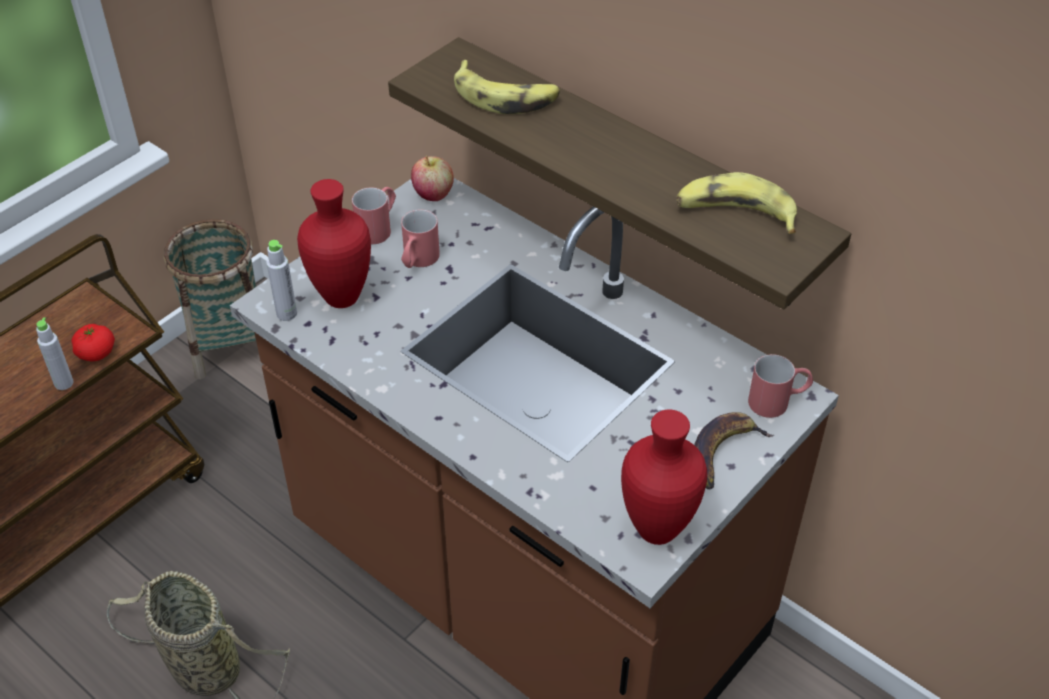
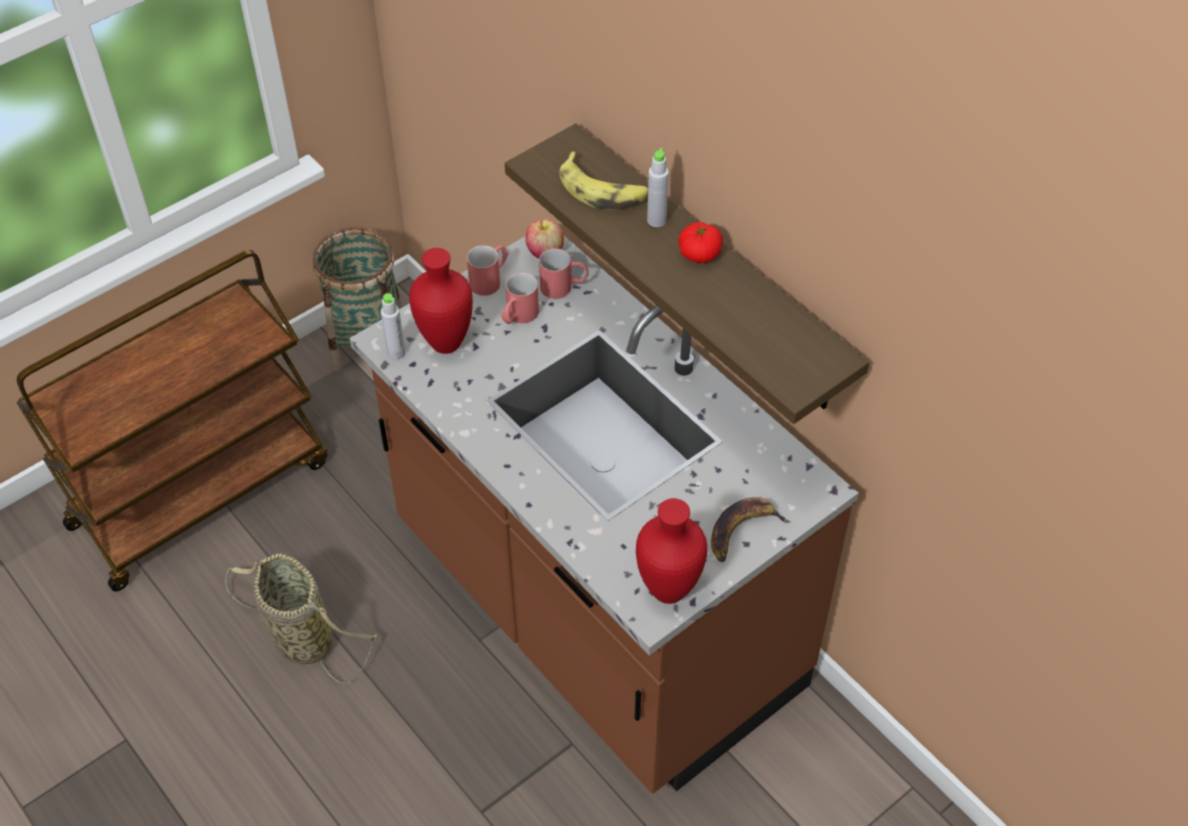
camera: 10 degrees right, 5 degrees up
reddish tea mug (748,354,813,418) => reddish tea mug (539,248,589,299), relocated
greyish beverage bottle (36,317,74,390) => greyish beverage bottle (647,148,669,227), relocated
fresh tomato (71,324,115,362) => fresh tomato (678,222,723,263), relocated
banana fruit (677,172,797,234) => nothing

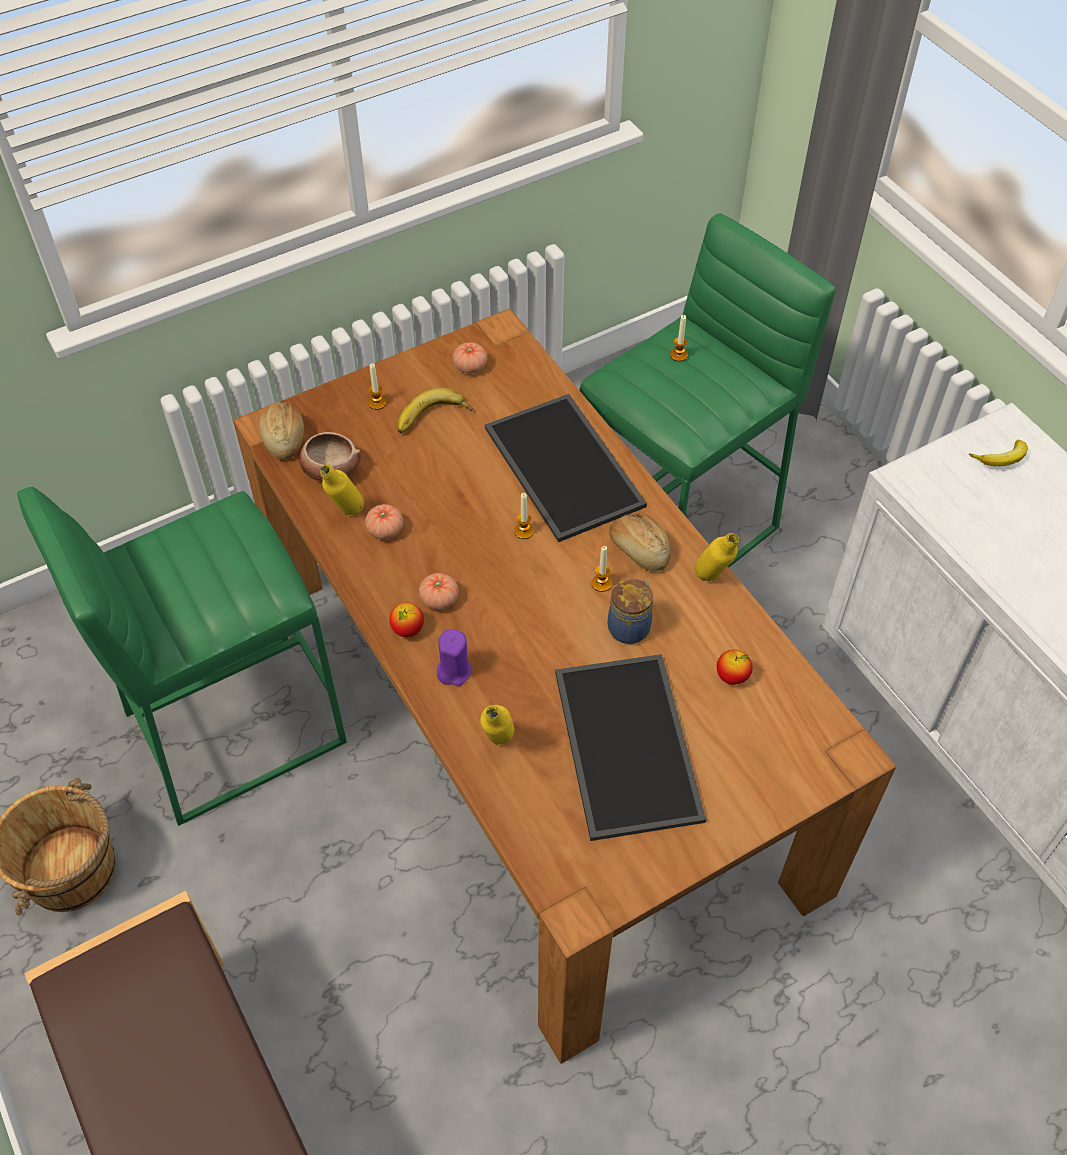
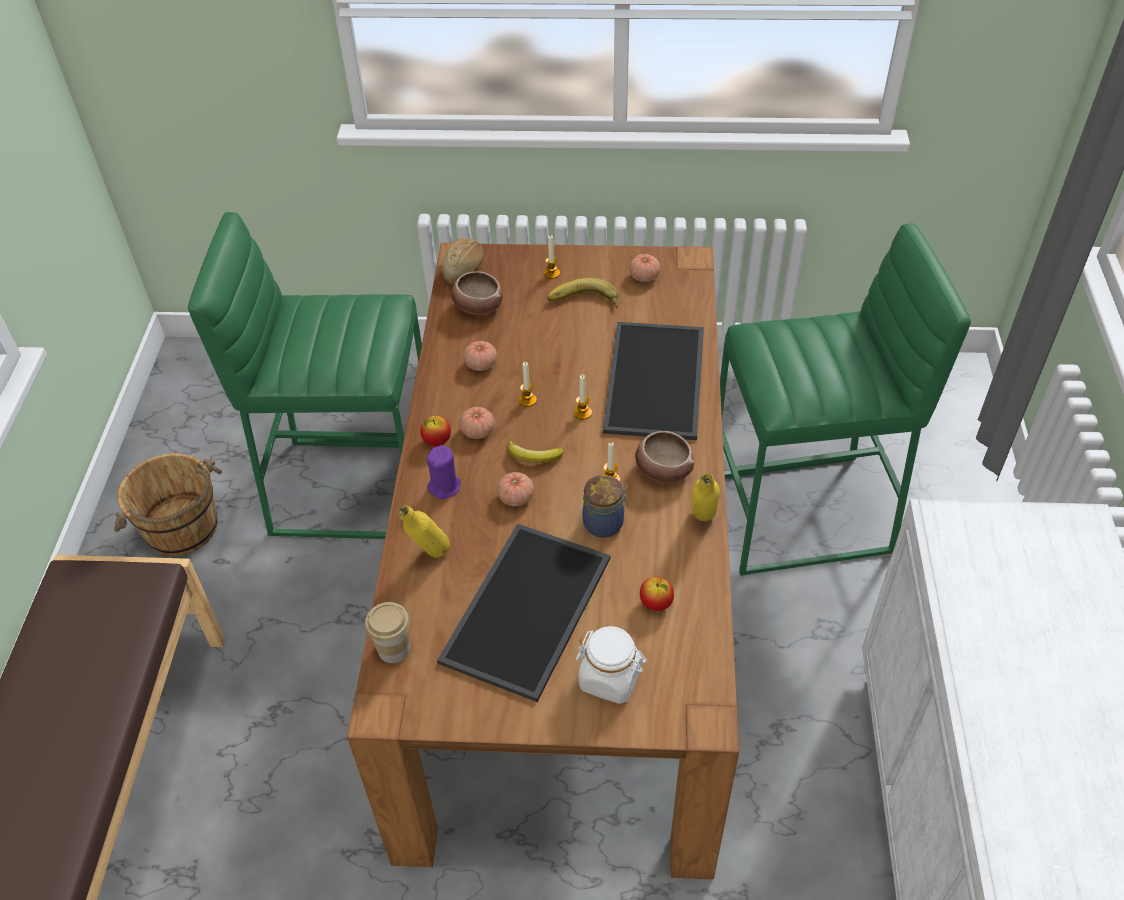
camera: 35 degrees right, 5 degrees down
nothing => cup (365,602,410,663)
nothing => fresh tomato (497,472,534,506)
banana fruit (969,440,1028,466) => banana fruit (508,440,564,463), relocated
wax light (670,315,688,362) => wax light (519,362,537,407), relocated
nothing => whitish storage jar (576,626,647,704)
bakery bread (609,513,671,572) => bowl (635,431,694,483)
yellowish beverage bottle (320,464,364,516) => nothing

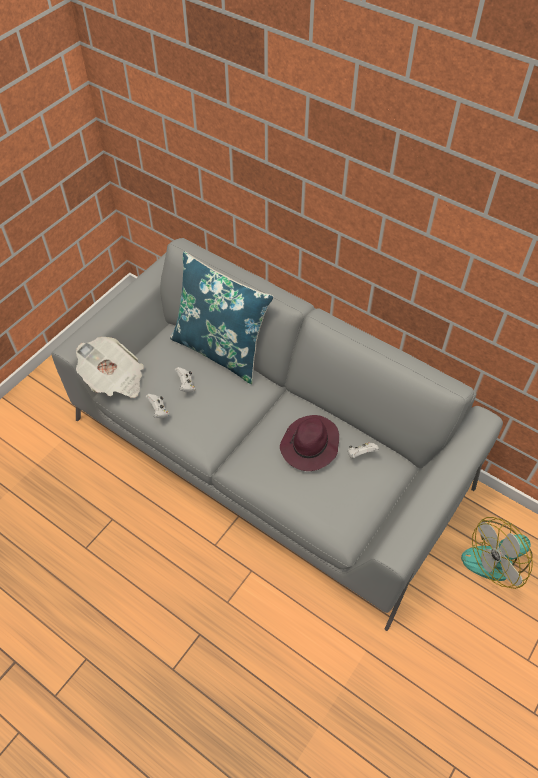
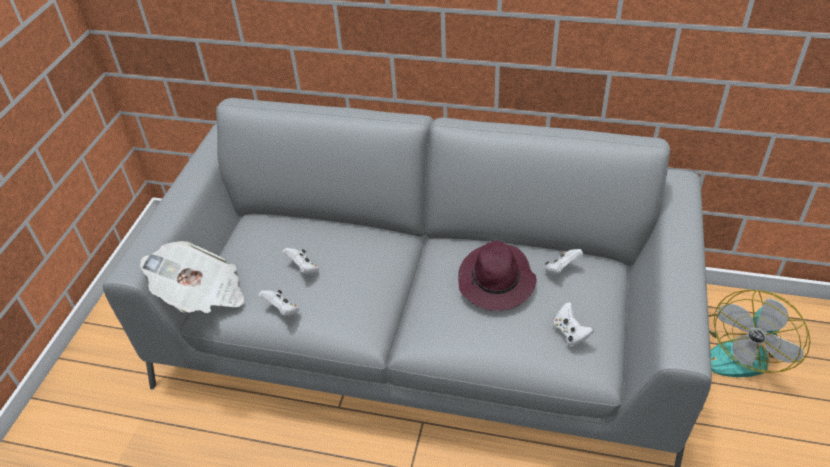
camera: 20 degrees left, 10 degrees down
nothing => whitish gamepad (553,302,594,346)
bluish throw pillow (170,251,274,384) => nothing

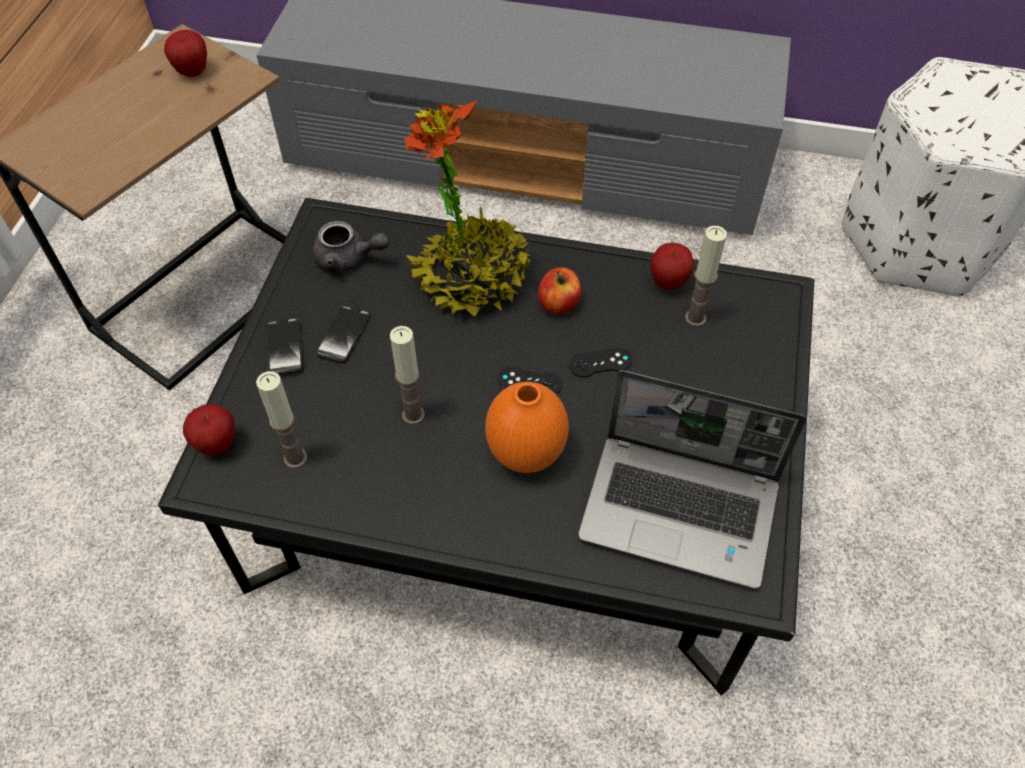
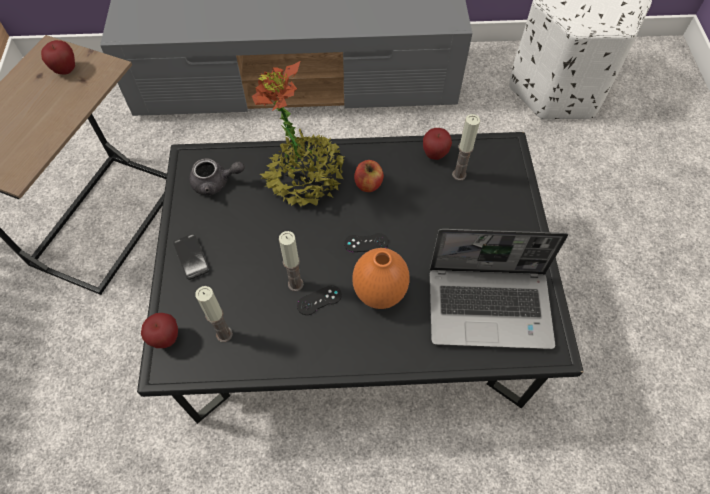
camera: 15 degrees left, 5 degrees up
black-coloured gamepad (569,348,633,377) => black-coloured gamepad (297,285,342,315), relocated
phone (316,305,371,364) => nothing

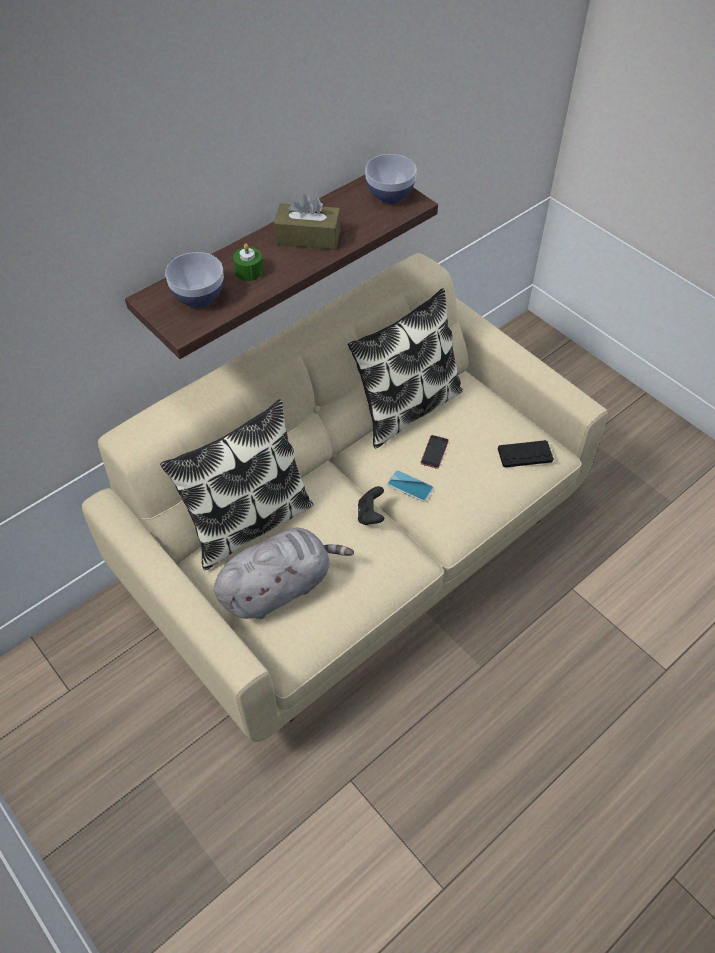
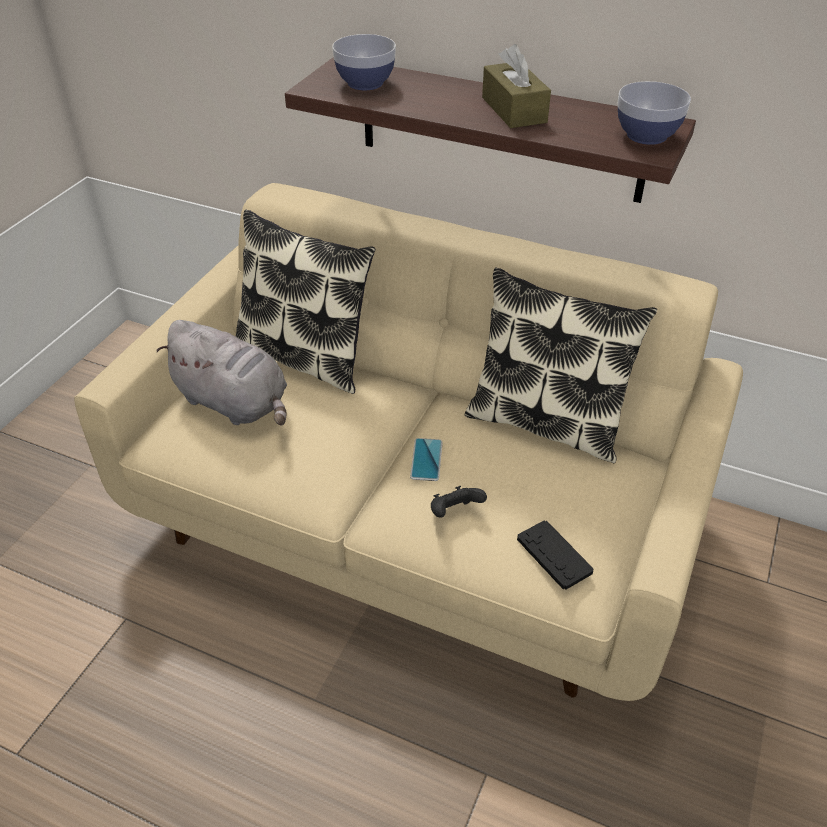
camera: 65 degrees right, 10 degrees down
black-coloured gamepad (358,486,384,525) => black-coloured gamepad (431,486,487,518), relocated
green-coloured wax light (233,243,264,281) => nothing
phone (420,435,449,469) => nothing

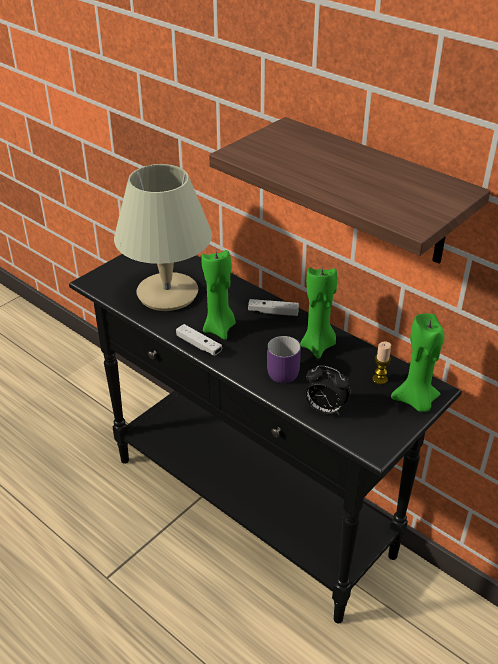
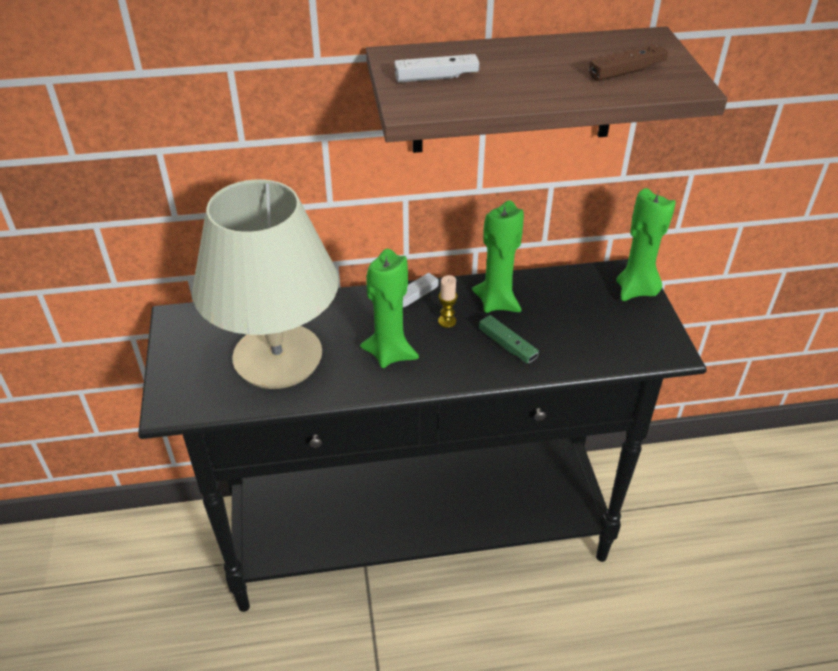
camera: 50 degrees left, 5 degrees up
whitish gamepad (176,324,222,356) => whitish gamepad (394,54,479,82), relocated
wax light (372,342,391,385) => wax light (438,275,458,328), relocated
purple tea mug (267,336,301,383) => green-coloured gamepad (479,315,539,364)
nothing => brownish gamepad (589,44,668,81)
bedside clock (306,365,351,415) => nothing

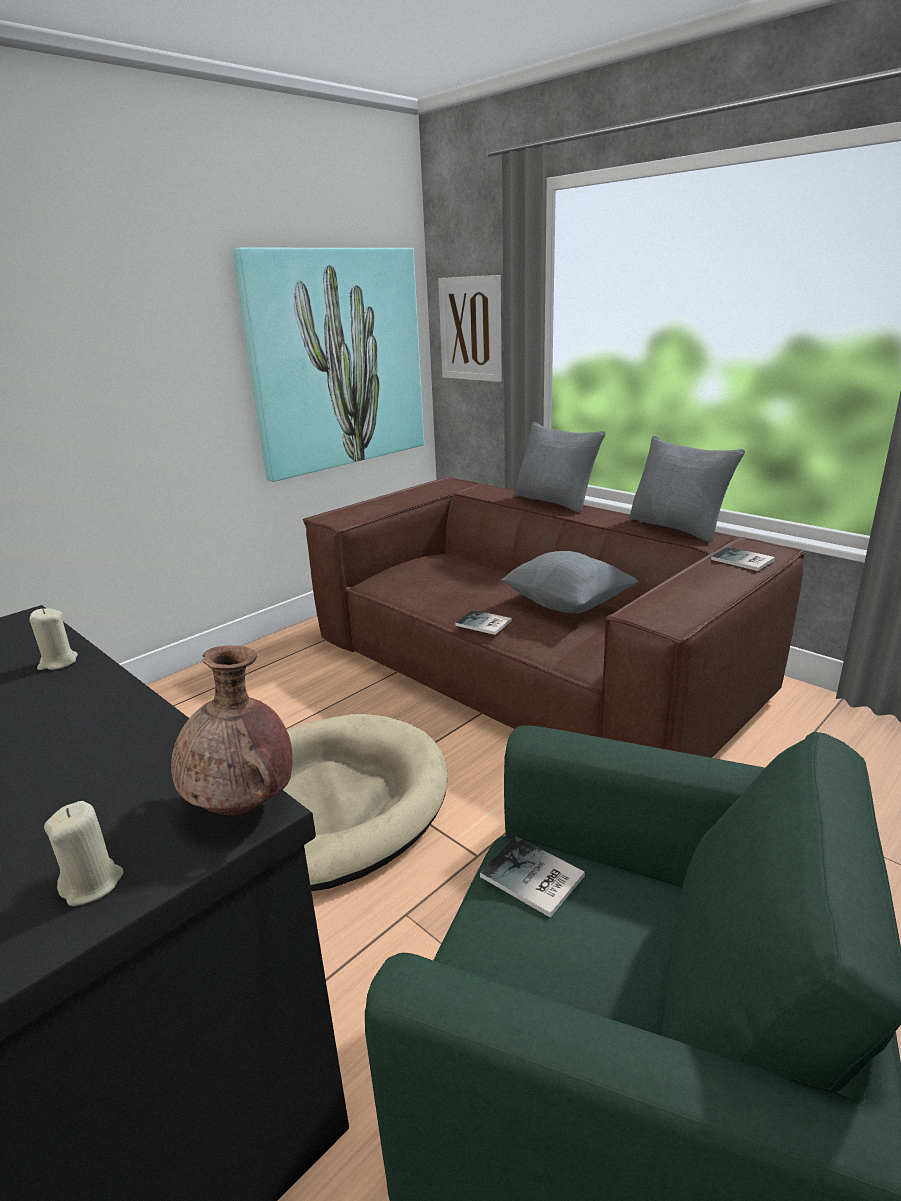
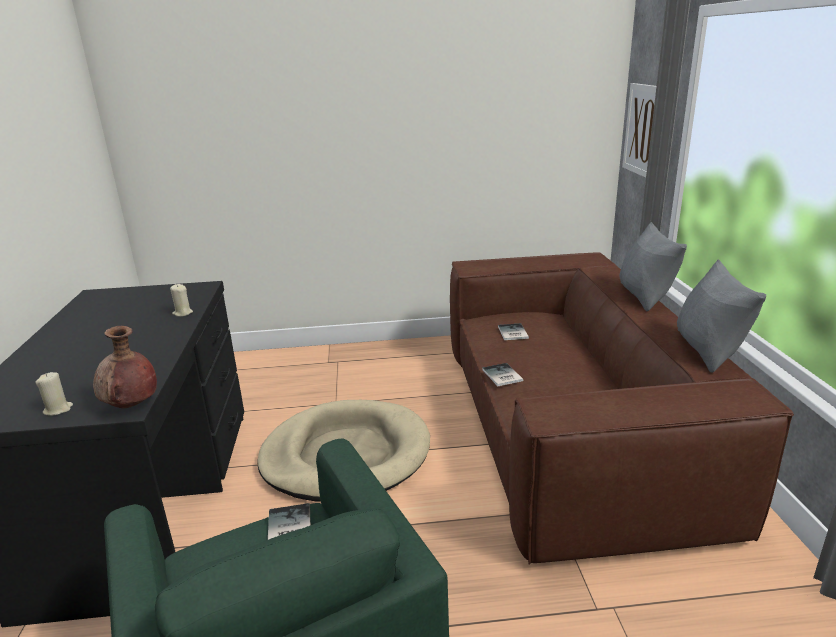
camera: 40 degrees right, 0 degrees up
bound book (711,547,775,571) => bound book (498,323,529,340), relocated
picture (232,248,424,482) => nothing
greyish throw pillow (501,551,639,613) => nothing

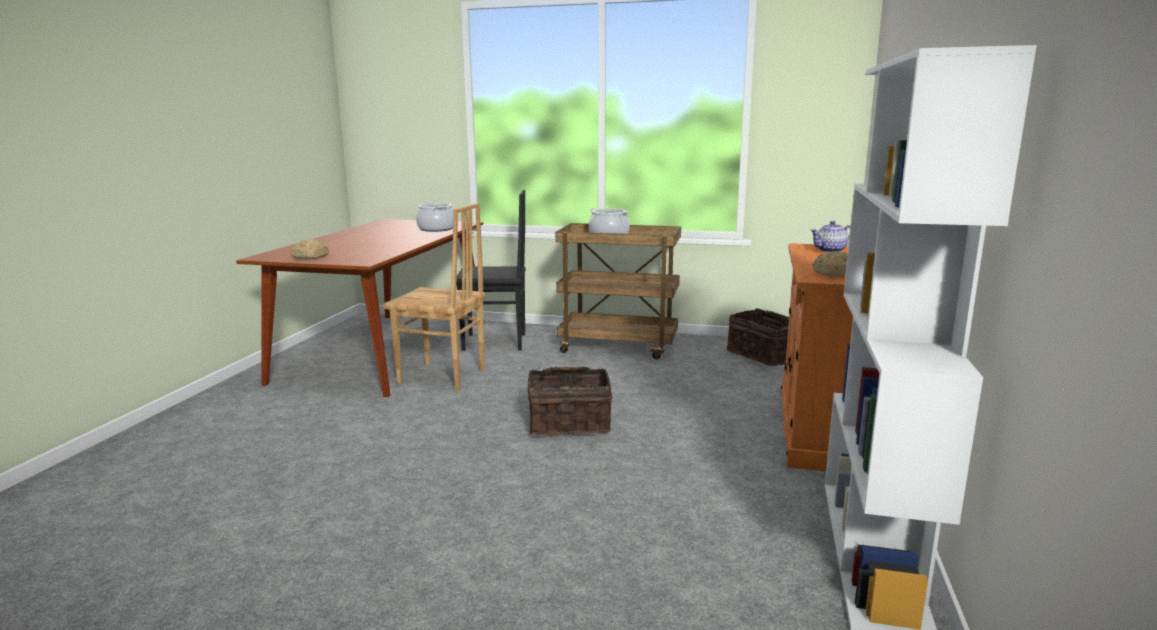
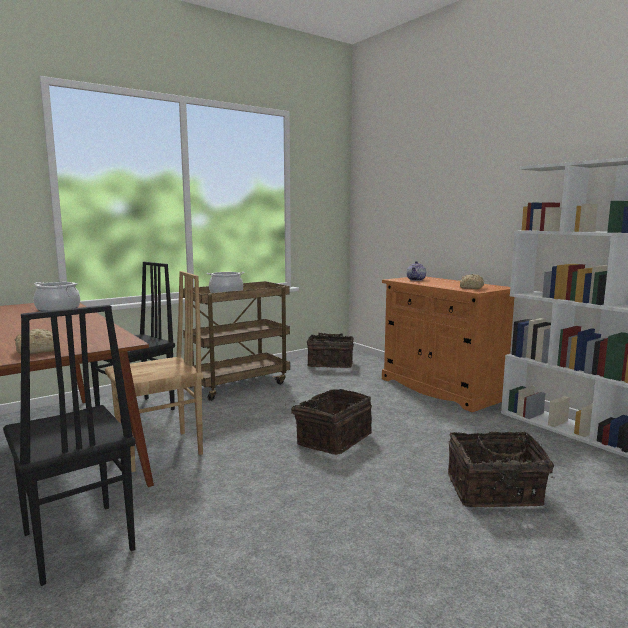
camera: 50 degrees left, 5 degrees down
nothing => black-coloured chair (3,305,135,586)
nothing => storage basket (448,431,555,507)

